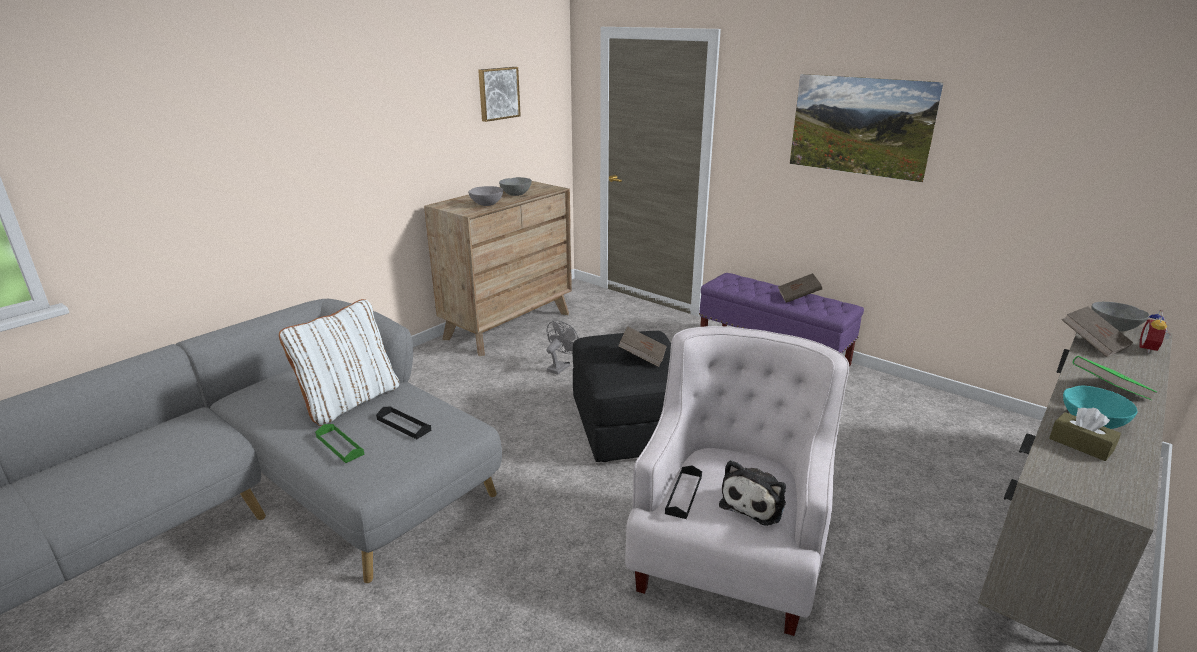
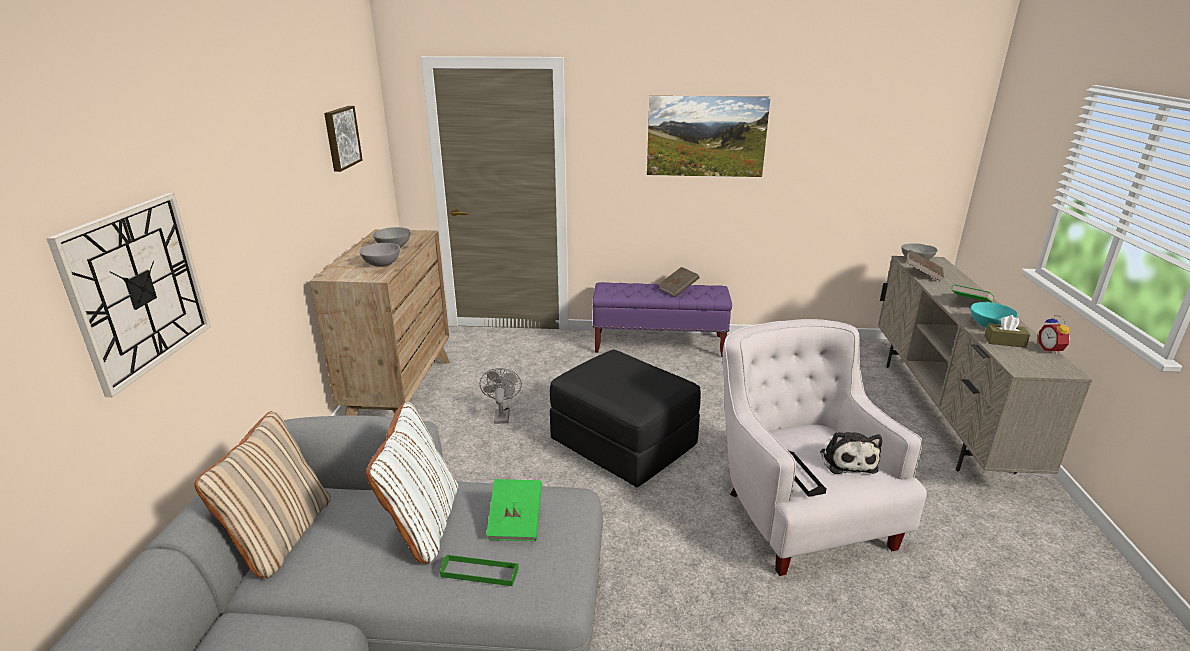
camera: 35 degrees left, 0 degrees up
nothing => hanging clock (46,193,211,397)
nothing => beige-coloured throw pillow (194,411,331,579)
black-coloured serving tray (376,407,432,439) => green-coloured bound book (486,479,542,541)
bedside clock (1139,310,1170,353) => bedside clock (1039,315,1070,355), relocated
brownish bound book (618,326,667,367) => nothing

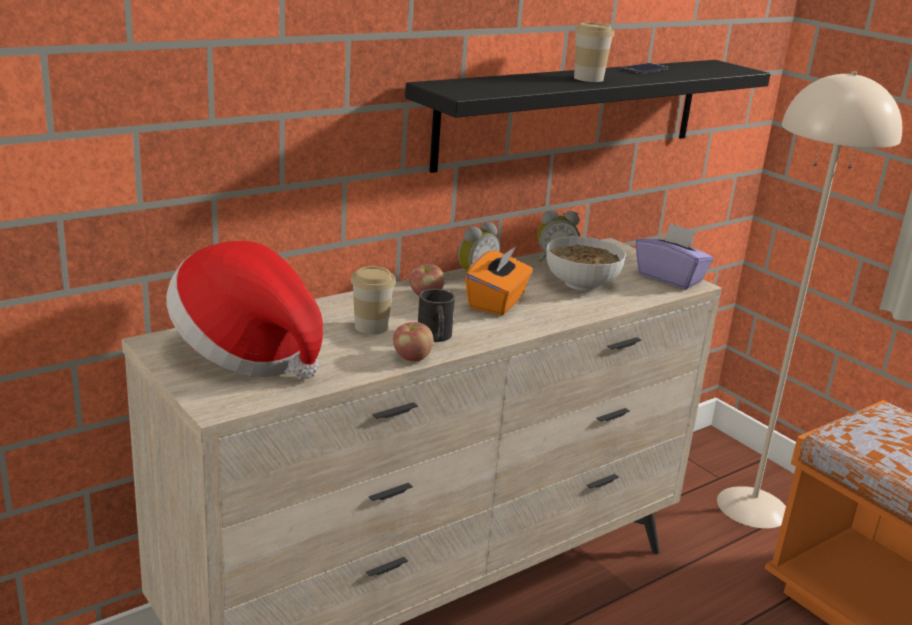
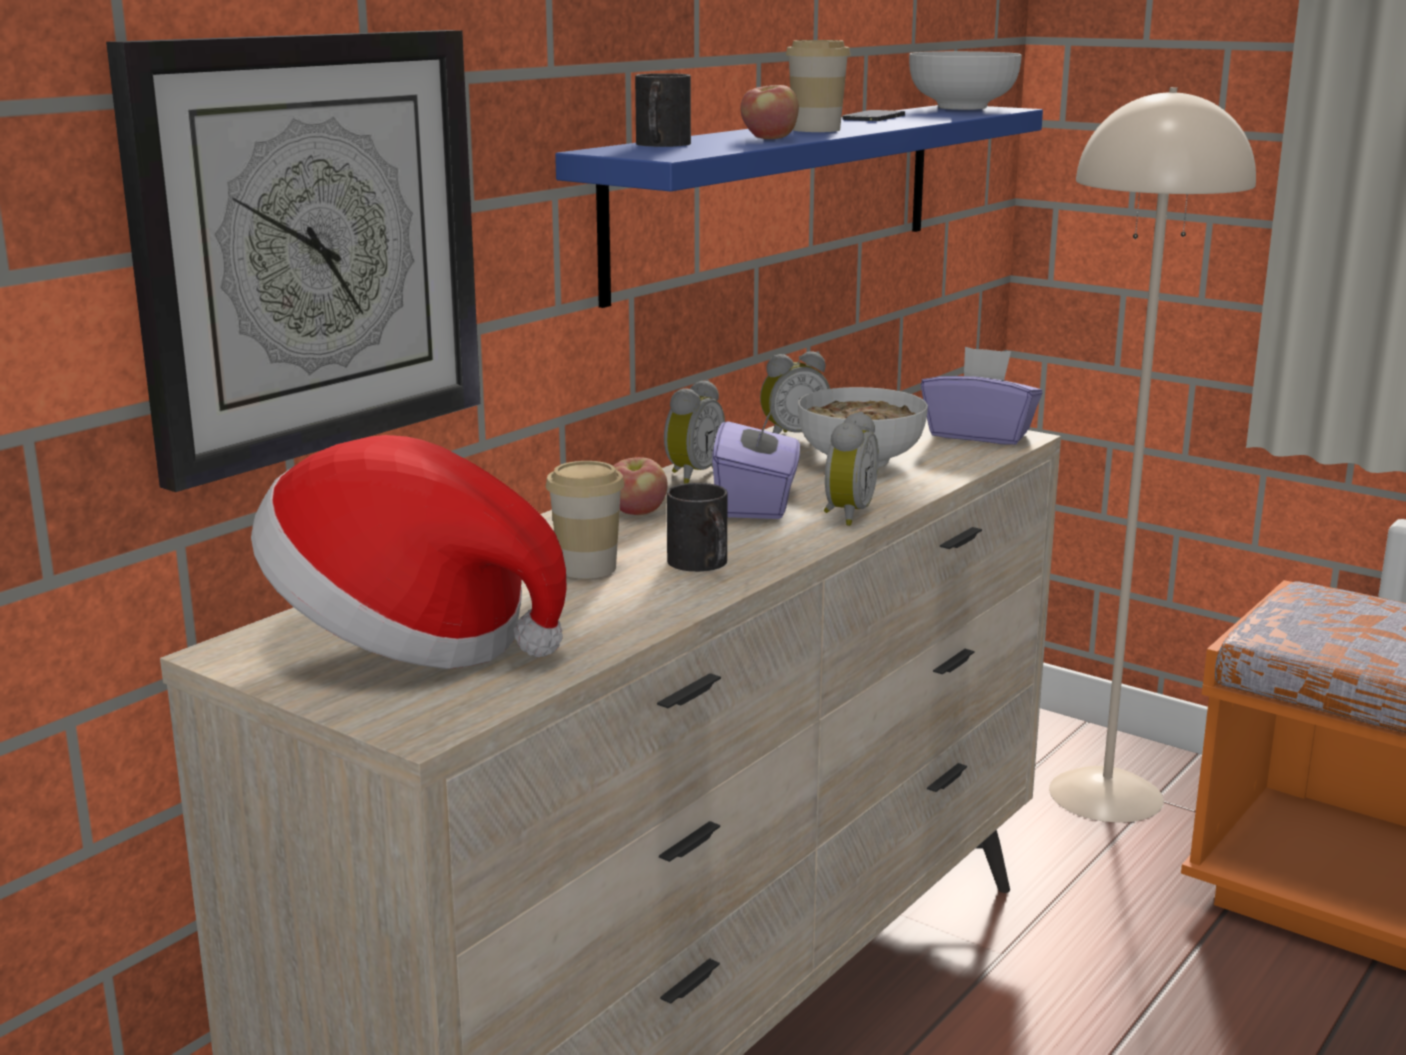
camera: 15 degrees left, 5 degrees down
nothing => hanging clock (106,30,480,492)
black-coloured wall shelf (405,60,771,173) => bluish wall shelf (555,105,1043,308)
nothing => black-coloured tea mug (635,73,691,147)
orangey tissue holder (465,246,533,315) => purple tissue holder (712,404,800,519)
apple fruit (393,322,434,361) => apple fruit (740,85,799,139), relocated
nothing => bedside clock (824,412,879,526)
nothing => bowl (909,51,1022,110)

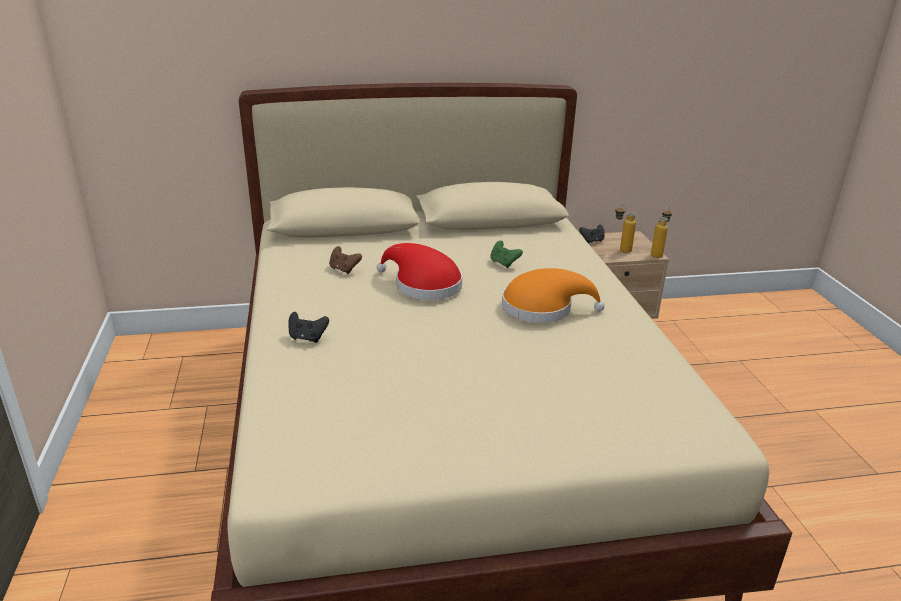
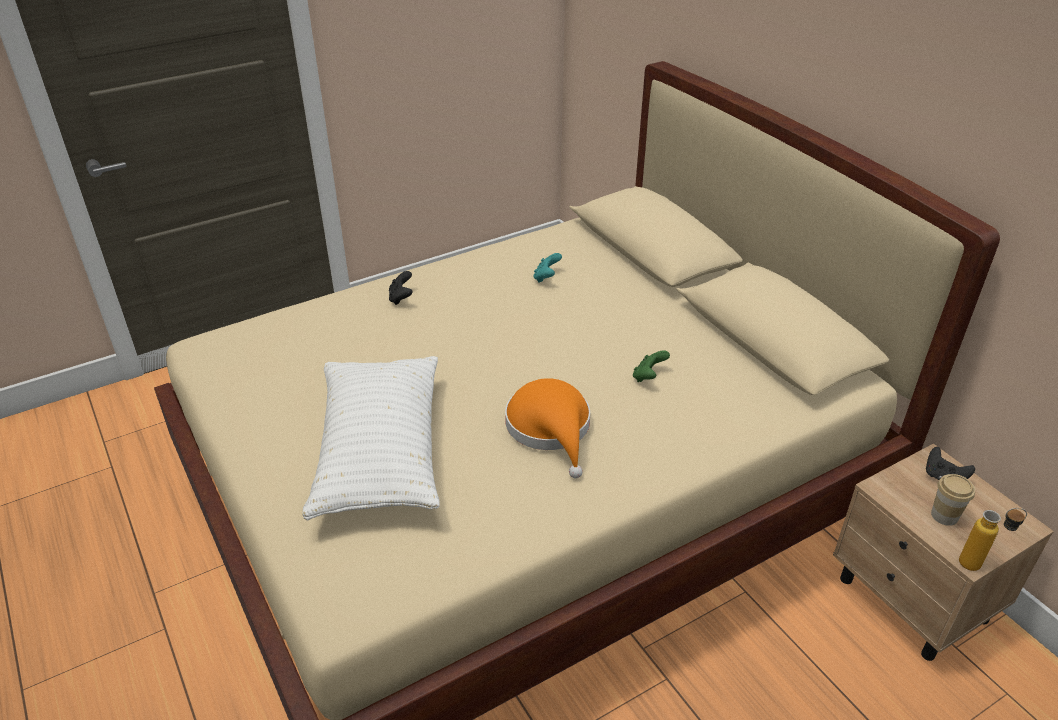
camera: 70 degrees right, 10 degrees up
nothing => whitish throw pillow (303,356,440,521)
brownish gamepad (329,246,362,274) => blue-green gamepad (533,253,562,283)
beverage bottle (615,204,636,253) => cup (931,474,975,526)
reddish wearable hat (377,243,462,300) => nothing

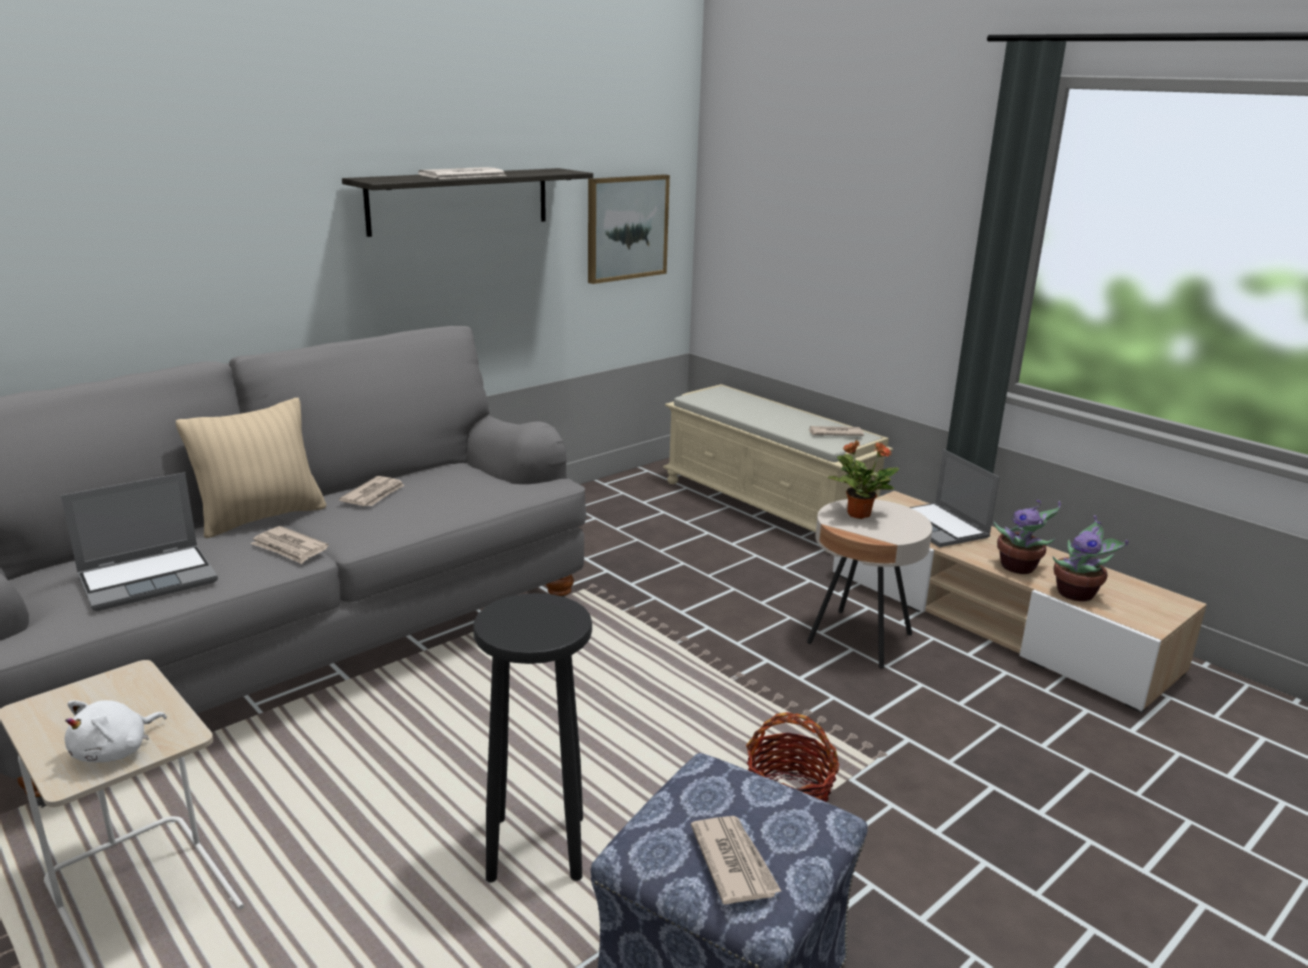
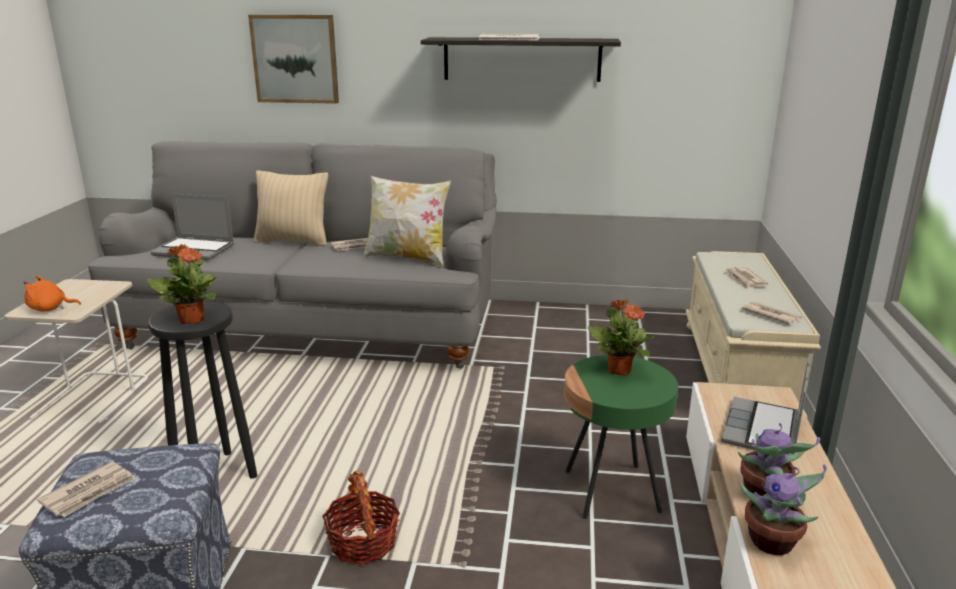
camera: 50 degrees right, 0 degrees up
whitish soft toy (64,700,167,762) => orangey soft toy (24,275,81,311)
nothing => houseplant (147,244,217,324)
picture (588,174,670,284) => picture (248,15,339,104), relocated
nothing => throw pillow (363,176,451,267)
beige-coloured side table (807,499,932,669) => green-coloured side table (564,355,678,519)
printed paper (250,526,328,564) => printed paper (724,267,768,289), relocated

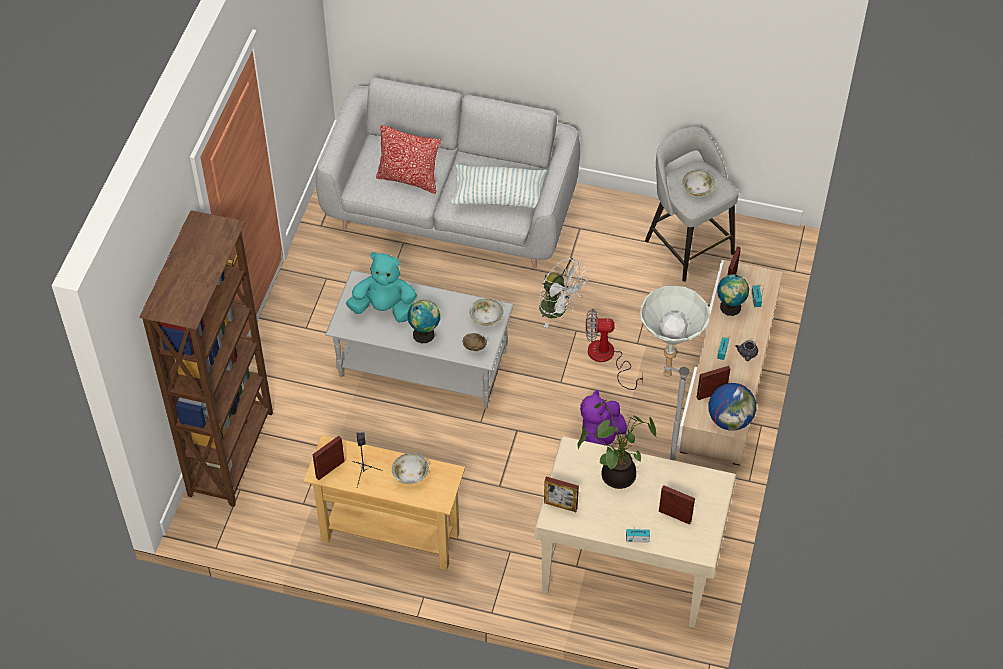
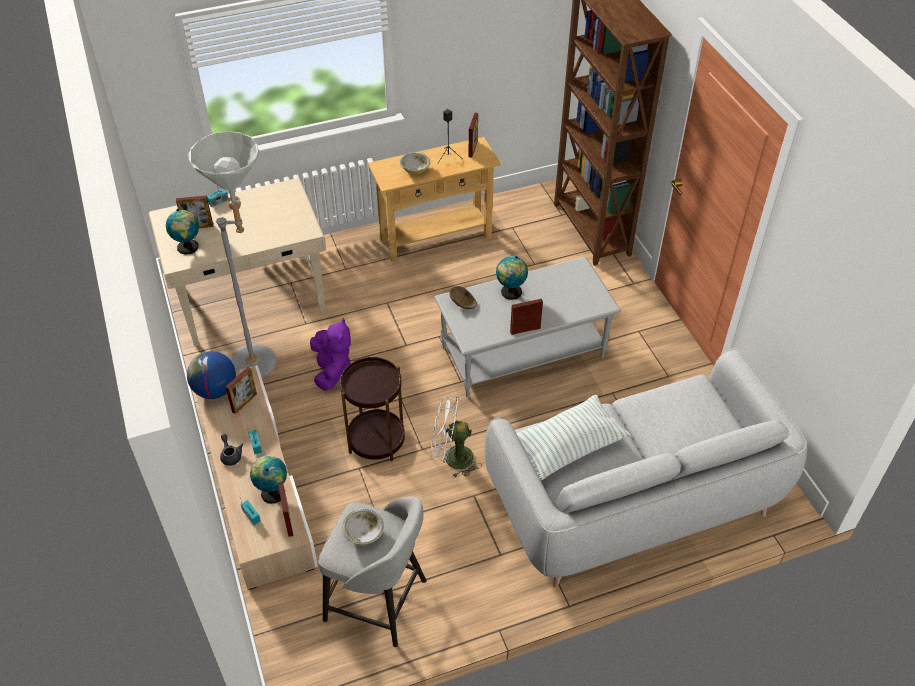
camera: 145 degrees right, 5 degrees down
nothing => desk globe (166,209,199,255)
electric fan (586,309,643,390) => brownish side table (340,357,405,461)
picture frame (544,476,579,512) => picture frame (510,299,543,335), relocated
blue-green soft toy (346,252,417,322) => nothing
throw pillow (376,125,441,194) => nothing
bowl (469,298,504,326) => nothing
houseplant (578,400,657,489) => nothing

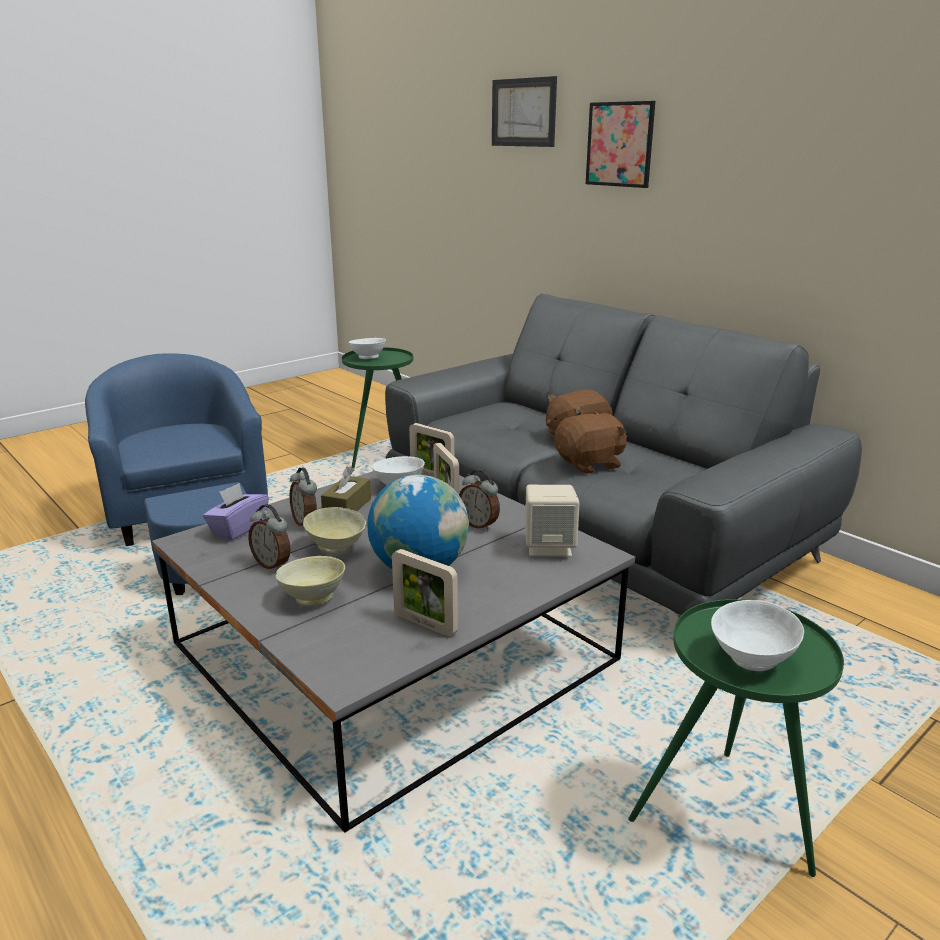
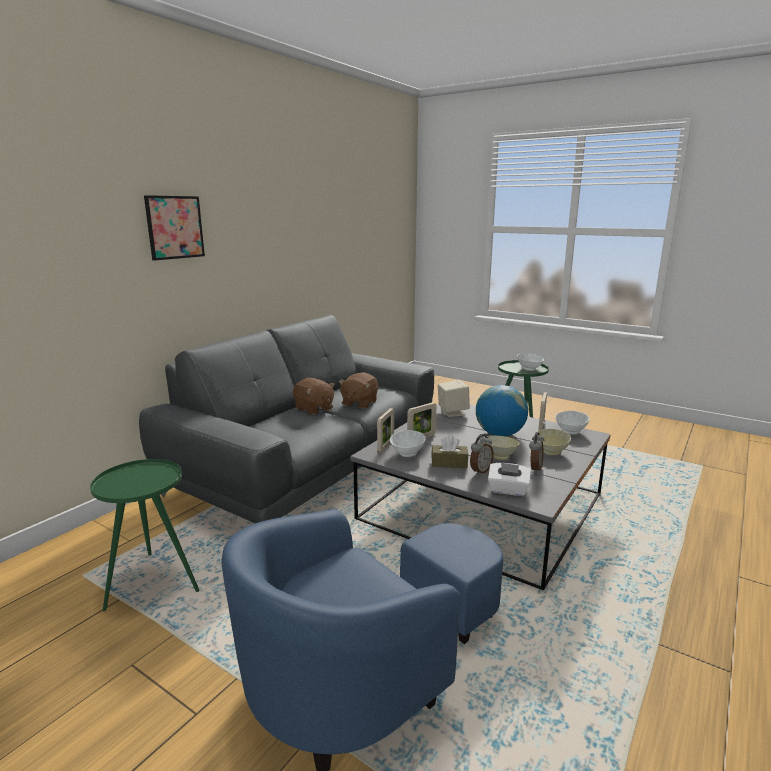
camera: 105 degrees left, 5 degrees down
brownish soft toy (554,412,627,474) => brownish soft toy (338,372,378,409), 120 degrees counterclockwise
purple tissue holder (203,483,269,541) => whitish tissue holder (488,462,531,496)
whitish bowl (349,338,386,359) => whitish bowl (555,411,590,434), relocated
bedside clock (459,469,500,531) => nothing
picture (492,76,557,147) => nothing

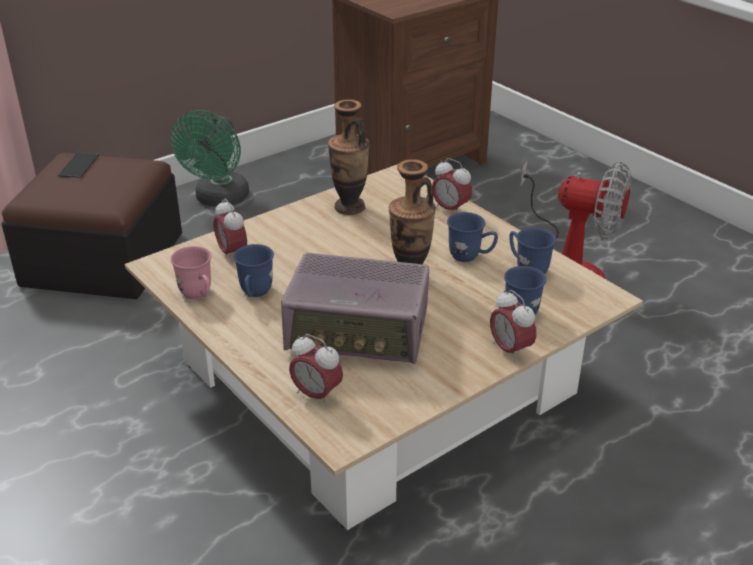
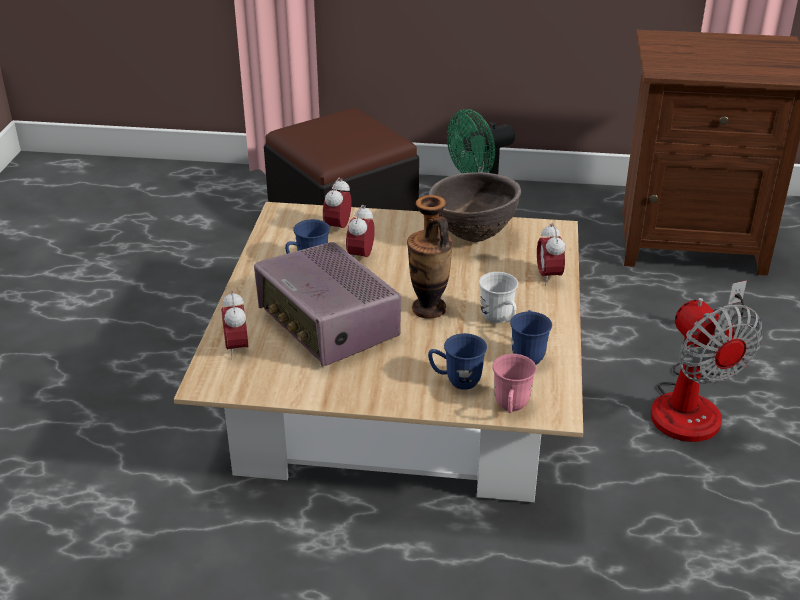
camera: 45 degrees right, 0 degrees up
bedside clock (490,289,536,362) => bedside clock (346,205,375,257), relocated
flower vase (328,99,369,215) => brownish bowl (428,172,521,242)
bluish tea mug (447,212,498,262) => whitish tea mug (479,272,518,323)
pink-coloured tea mug (170,246,211,299) => pink-coloured tea mug (492,354,537,413), relocated
phone (58,152,100,178) => nothing

